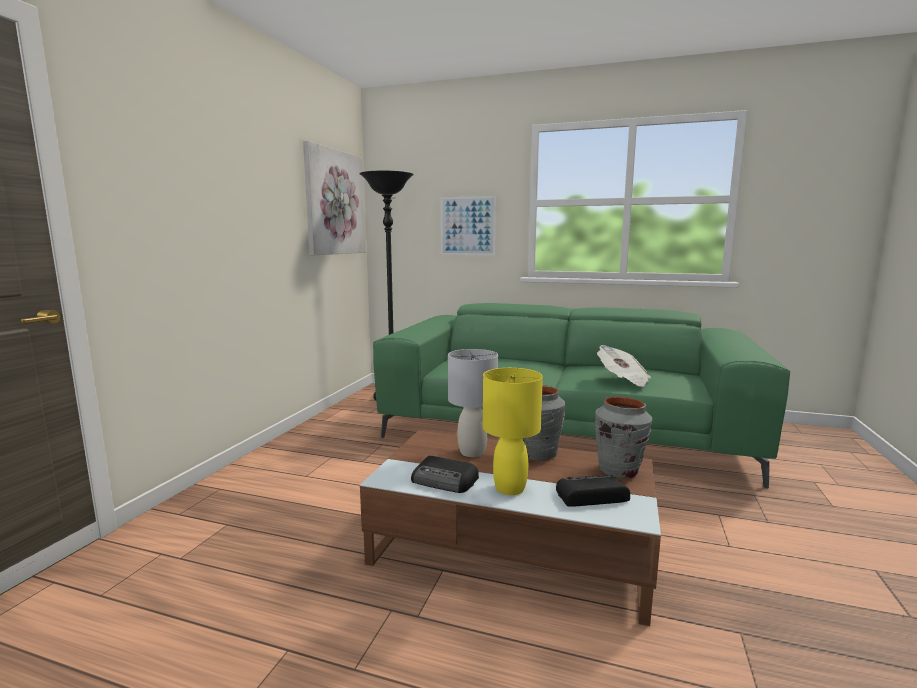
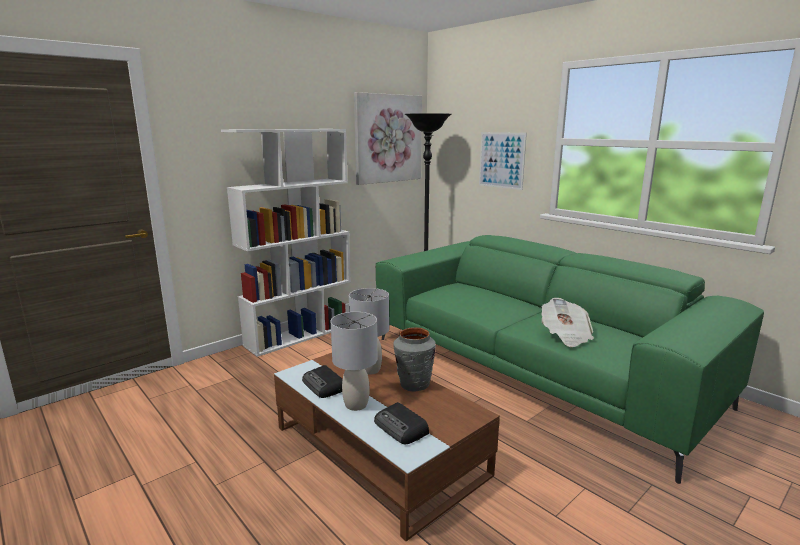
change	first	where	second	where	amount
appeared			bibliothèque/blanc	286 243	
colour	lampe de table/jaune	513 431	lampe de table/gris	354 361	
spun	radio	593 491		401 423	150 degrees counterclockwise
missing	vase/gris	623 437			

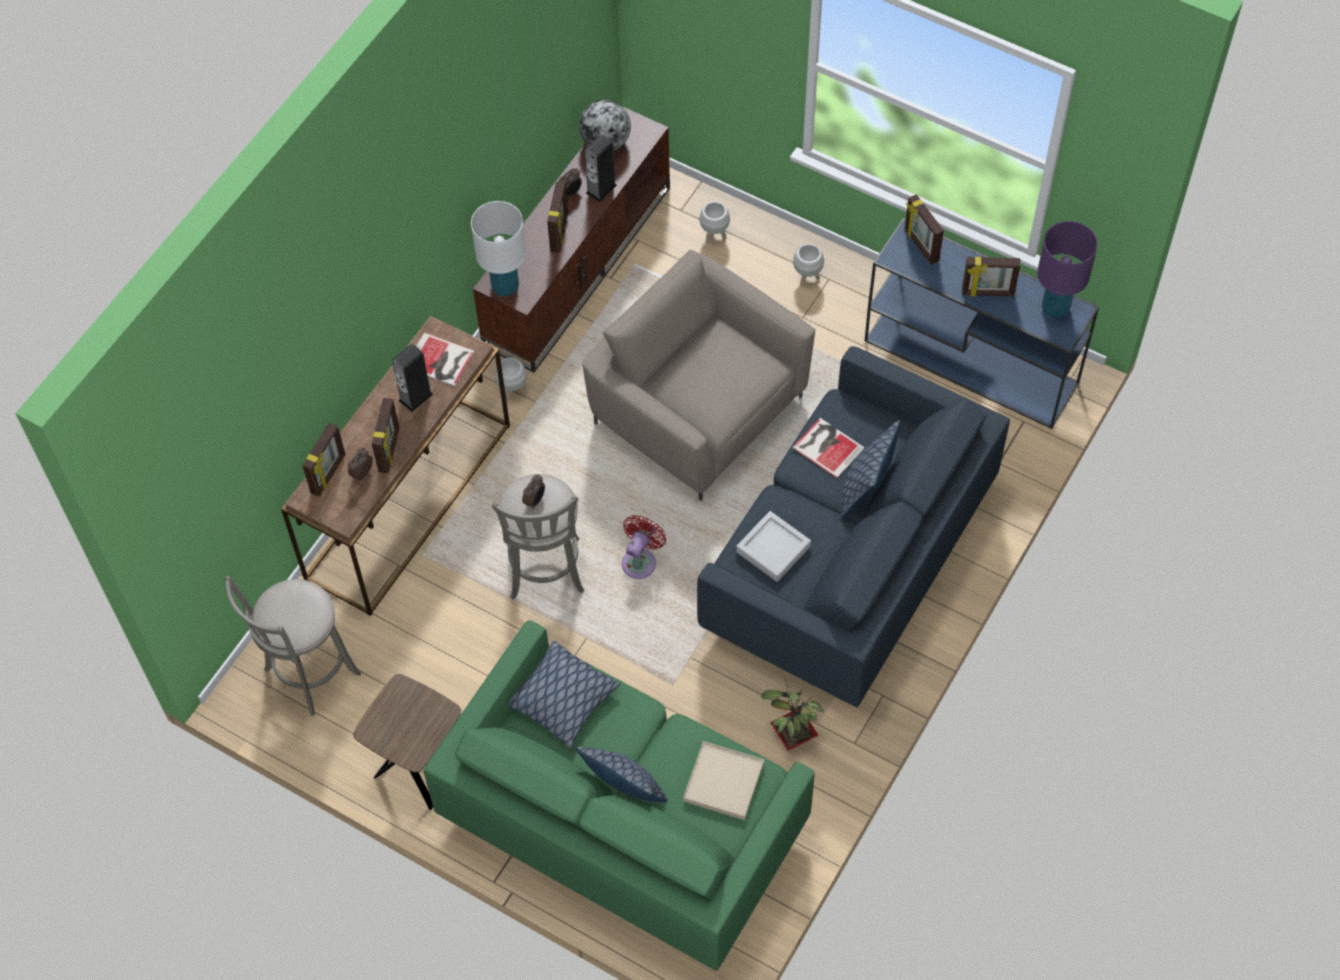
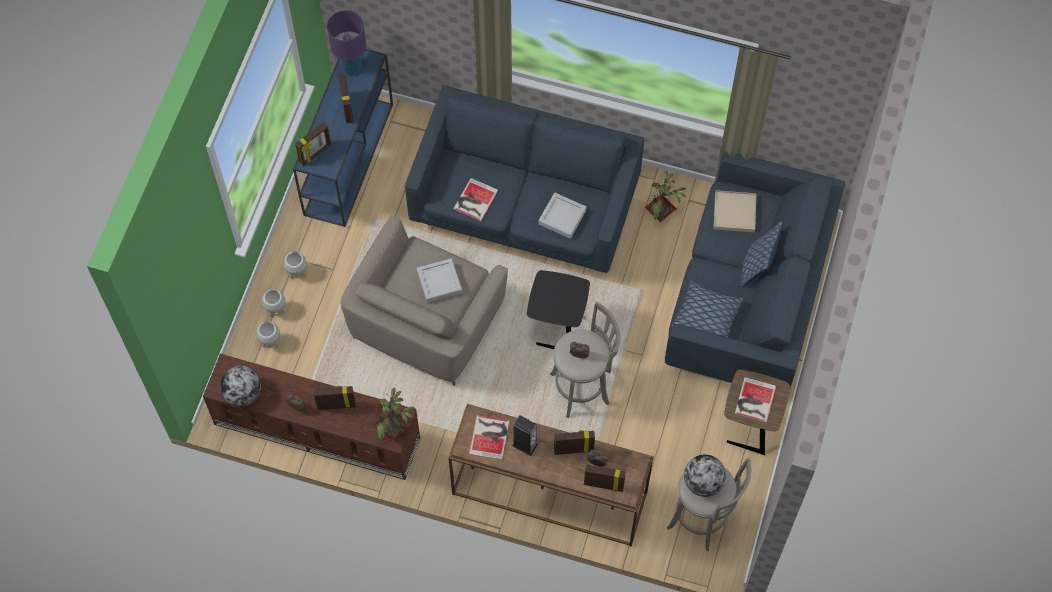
change	first	where	second	where	amount
relocated	cache-pot/blanc	511 379		273 303	
exchanged	lampe de table/blanc	498 248	plante en pot	394 414	
appeared			plateau/gris	439 280	
exchanged	ventilateur/rouge	644 547	table d'appoint/noir	558 309	
colour	canapé/vert	619 795	canapé/bleu	755 269	
appeared			globe	705 476	
appeared			livre	756 400	
missing	enceinte	601 168			
missing	coussin	870 469			

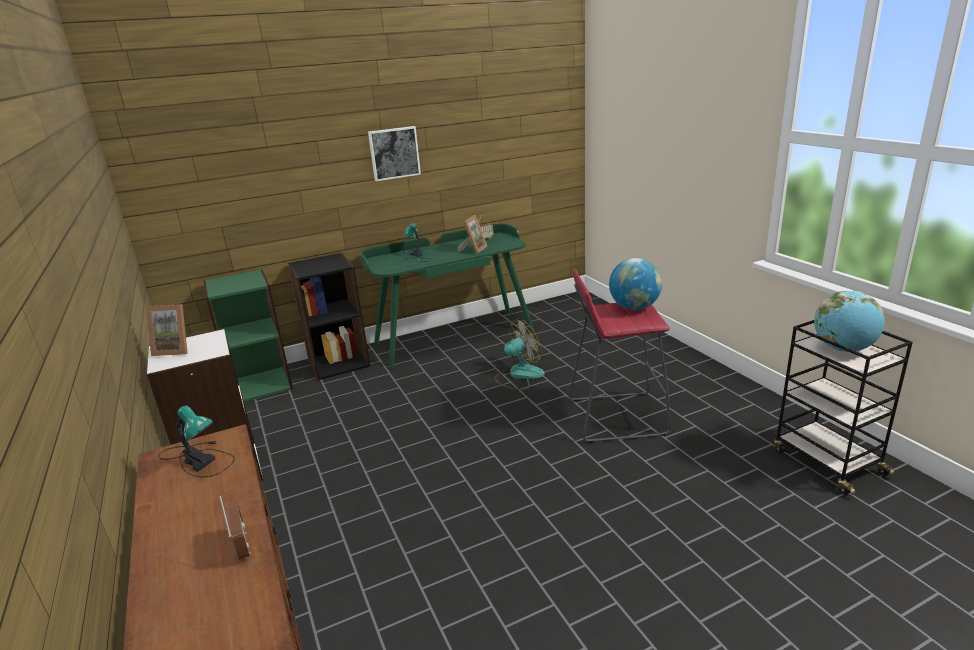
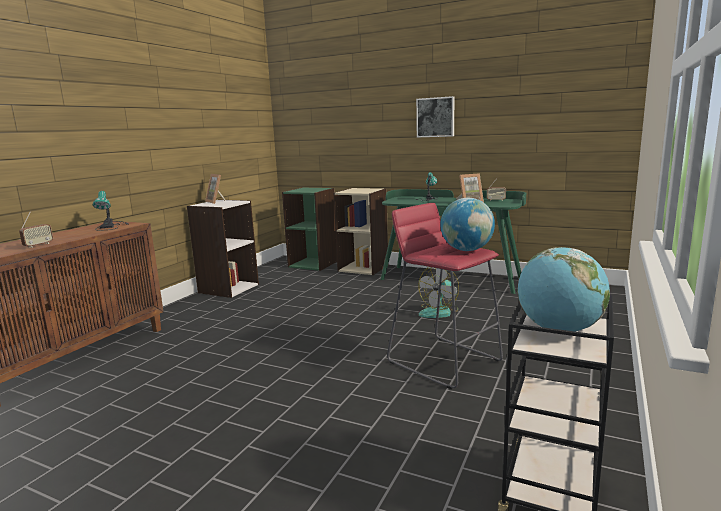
change	first	where	second	where	amount
colour	bibliothèque/noir	329 316	bibliothèque/beige	361 231	
spun	ventilateur	520 354		438 292	105 degrees clockwise

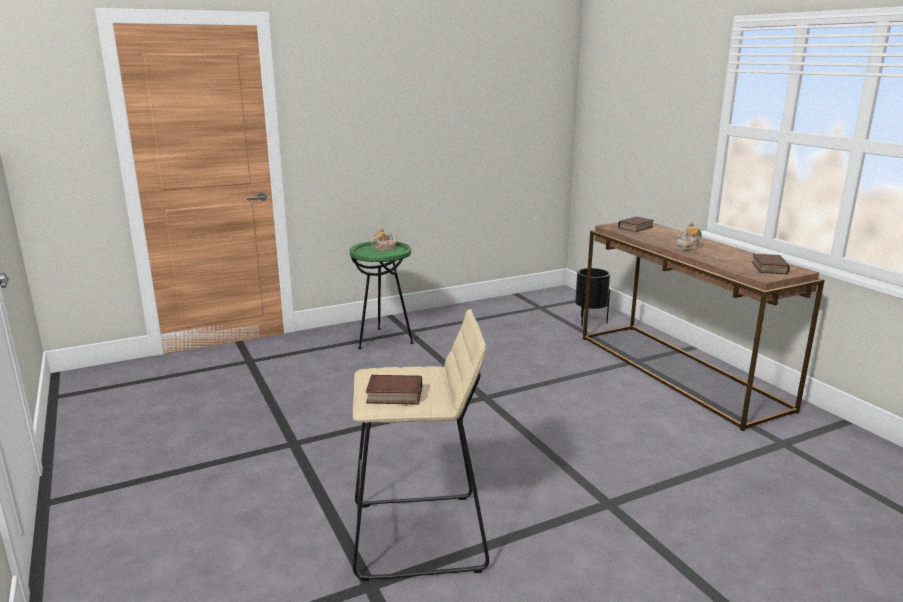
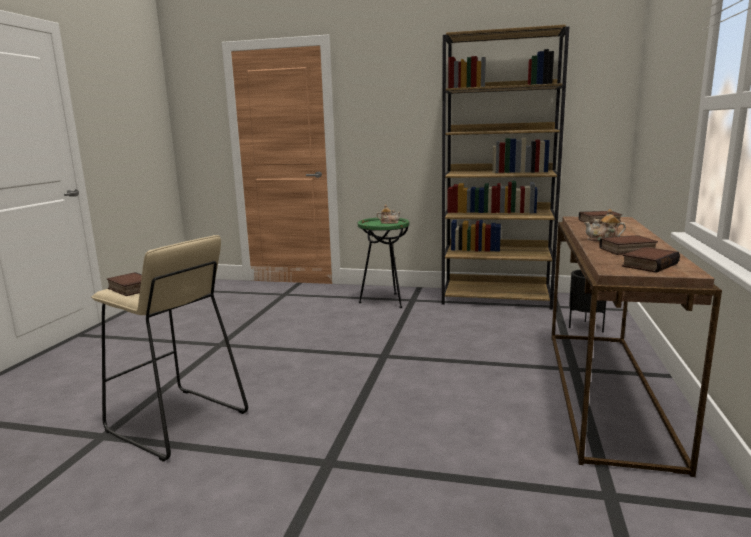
change	first	where	second	where	amount
appeared			bibliothèque/marron	505 167	
appeared			livre	628 245	

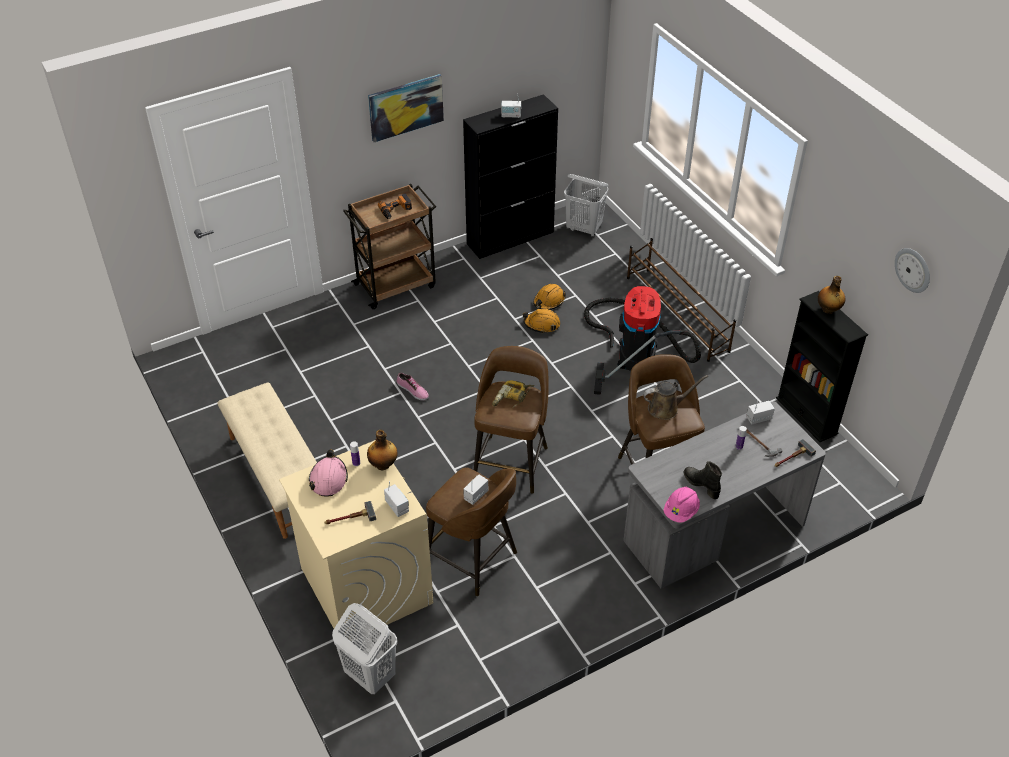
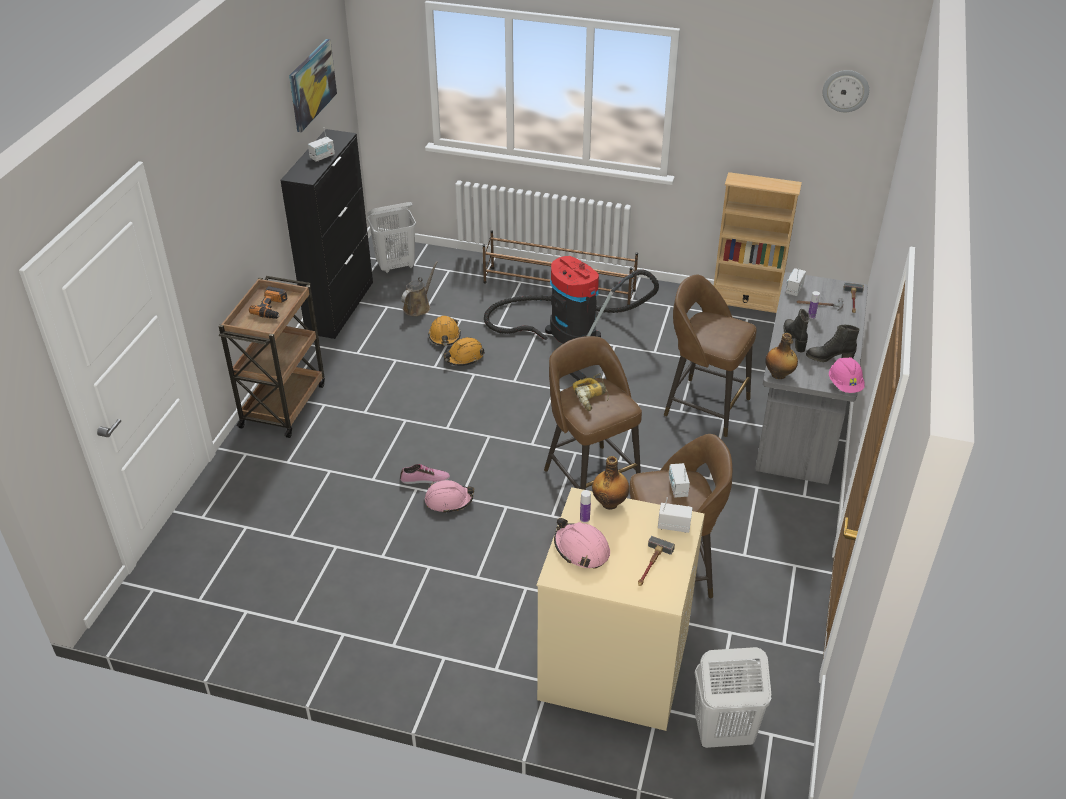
change	first	where	second	where	amount
relocated	tableau	406 108		313 85	
relocated	arrosoir/marron	675 397		419 288	
appeared			casque de chantier/rose	449 497	
colour	bibliothèque/noir	822 366	bibliothèque/beige	758 242	
relocated	bouteille	831 295		781 356	
appeared			botte/noir	796 331	
missing	banc/beige	267 460			

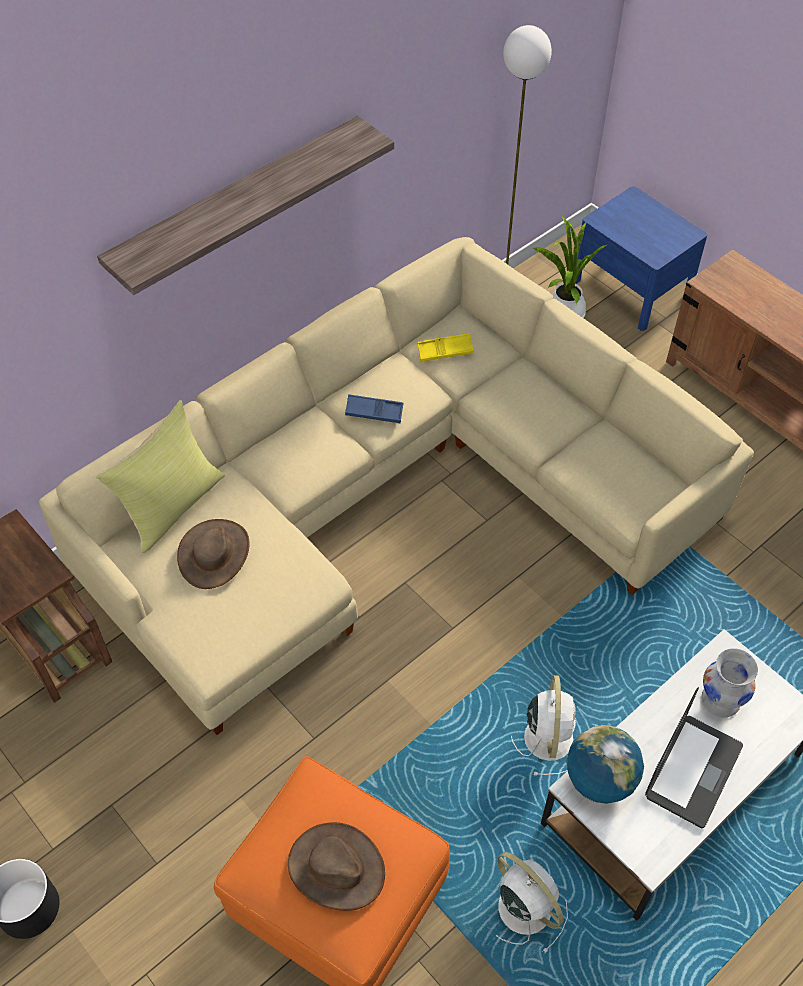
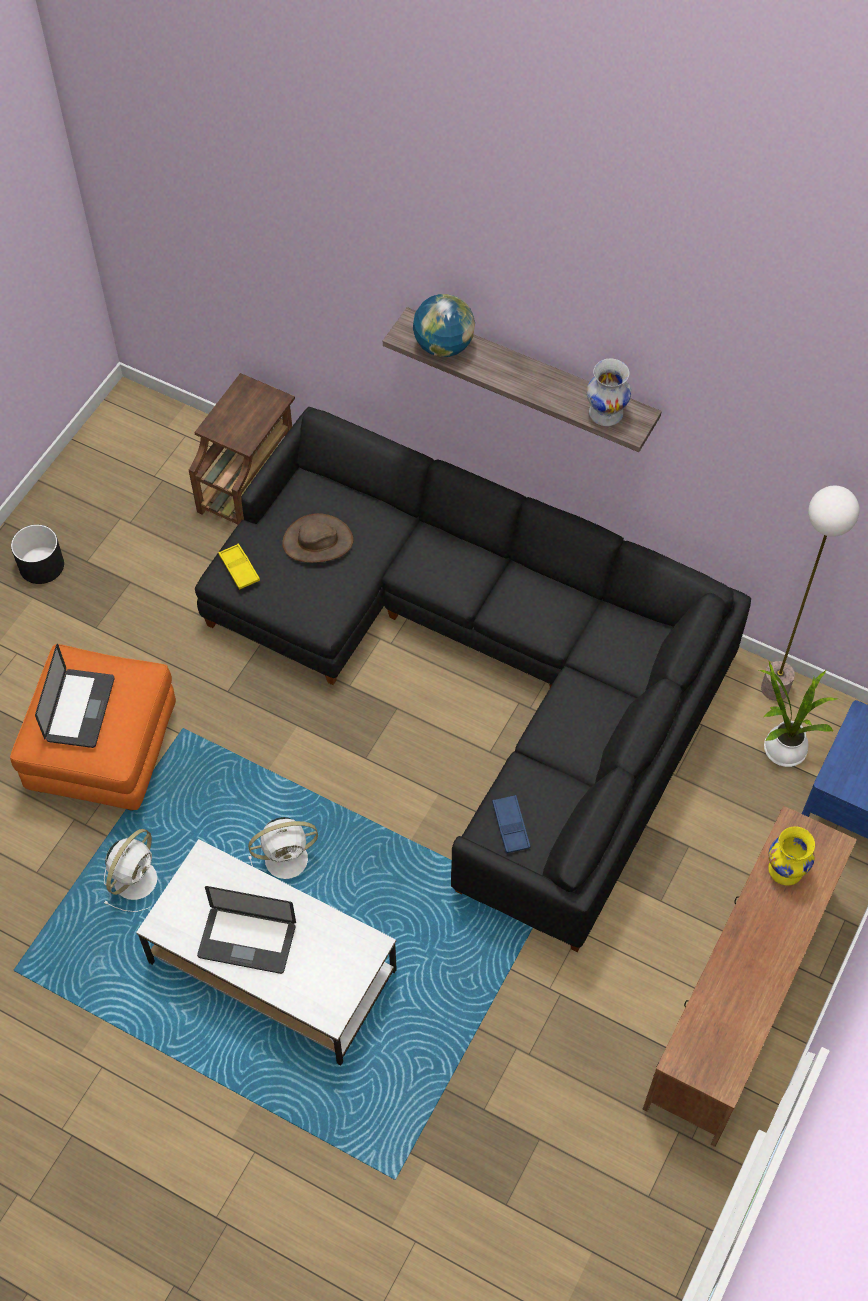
change	first	where	second	where	amount
exchanged	chapeau/marron	336 866	ordinateur portable	74 696	
colour	canapé/beige	396 486	canapé/noir	473 679	
relocated	plateau/jaune	445 347		239 567	
relocated	globe	605 764		444 325	
relocated	plateau/bleu	374 408		511 824	
relocated	vase/blanc	730 682		608 392	
appeared			vase/jaune	791 856	
missing	coussin/jaune	160 476			

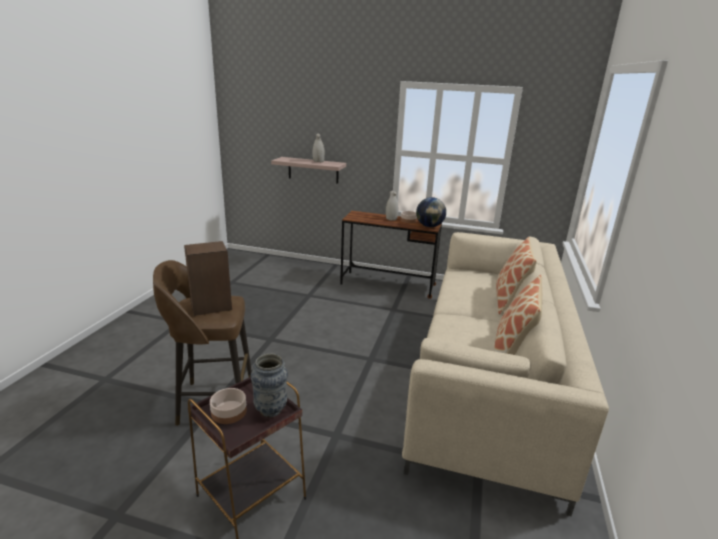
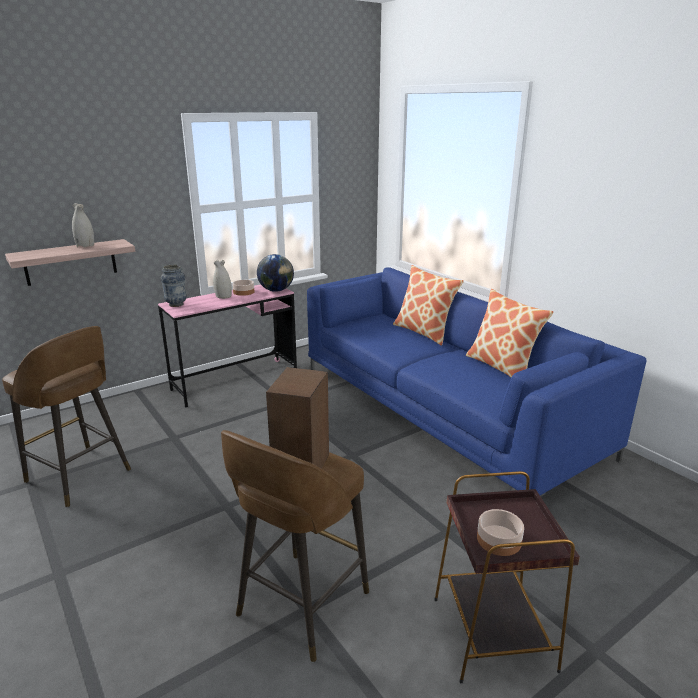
change	first	where	second	where	amount
appeared			tabouret/marron	66 416	
colour	bureau/marron	391 255	bureau/rose	227 345	
relocated	vase	269 385		174 286	
colour	canapé/beige	505 374	canapé/bleu	476 382	

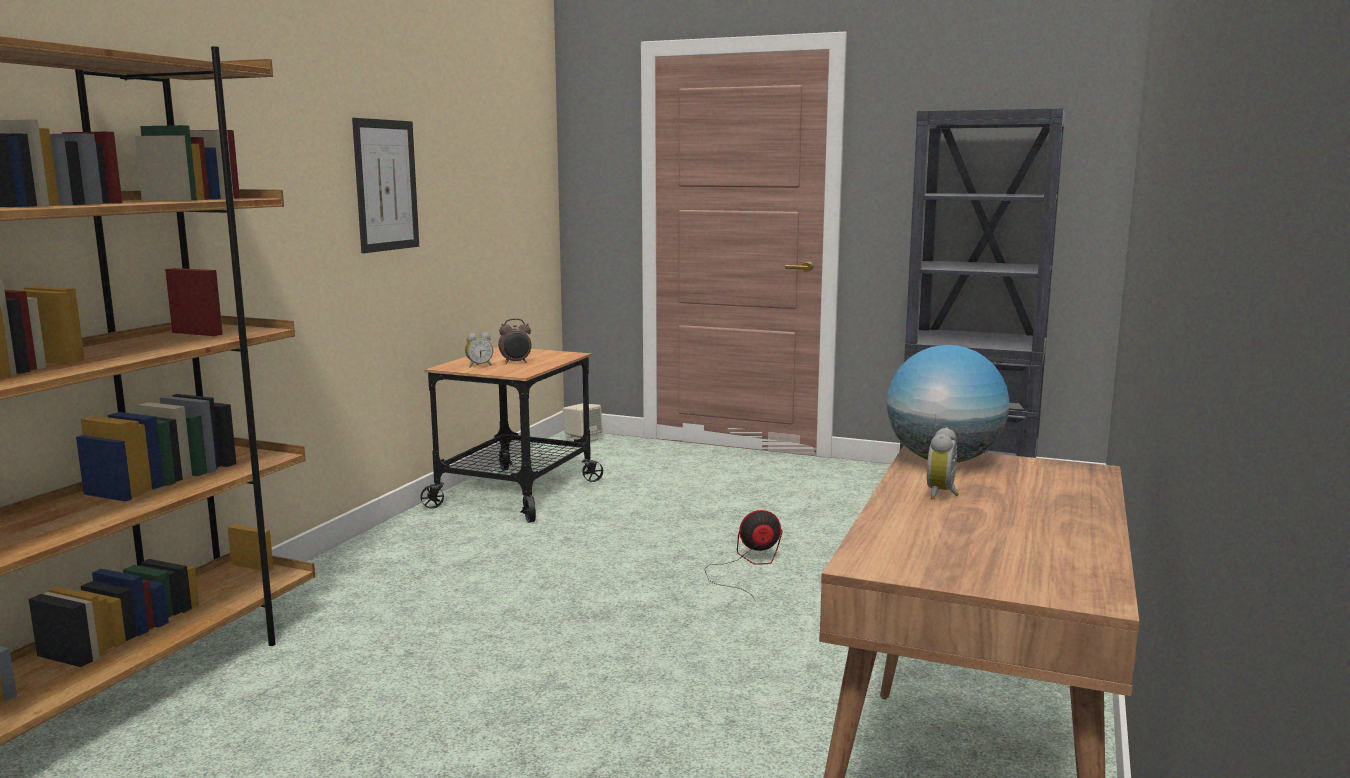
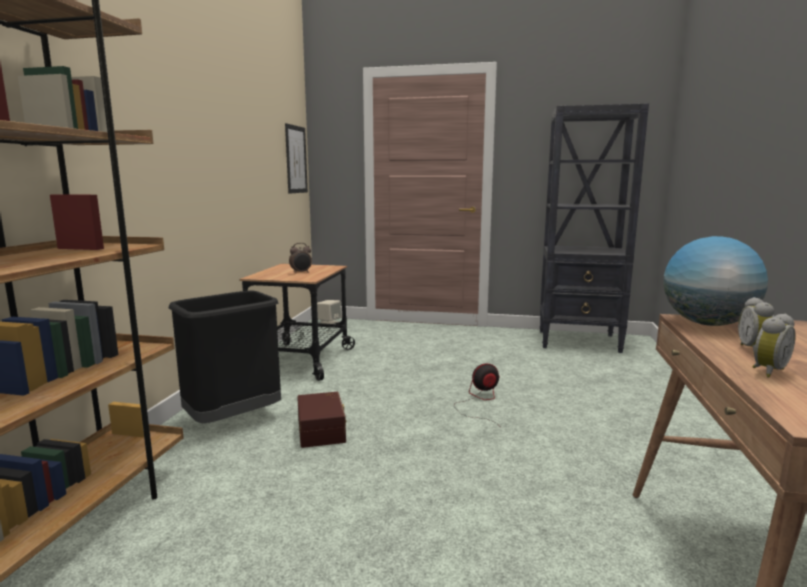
change	first	where	second	where	amount
appeared			poubelle/noir	225 357	
relocated	tableau	385 185		296 158	
appeared			boîte de rangement/marron	321 420	
relocated	réveil	479 350		774 346	

